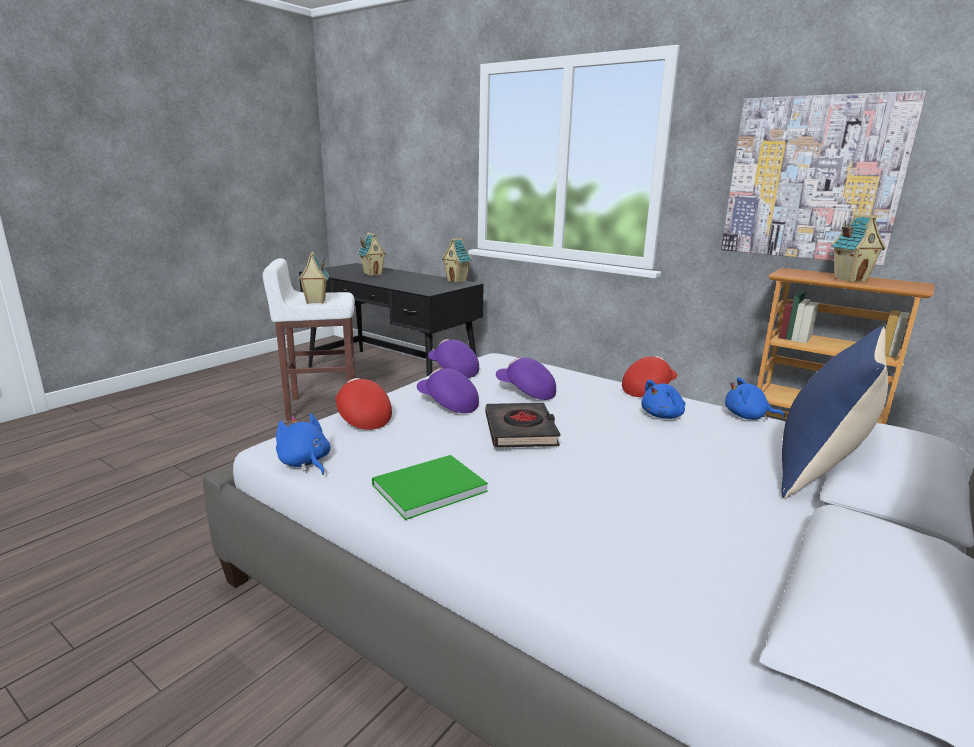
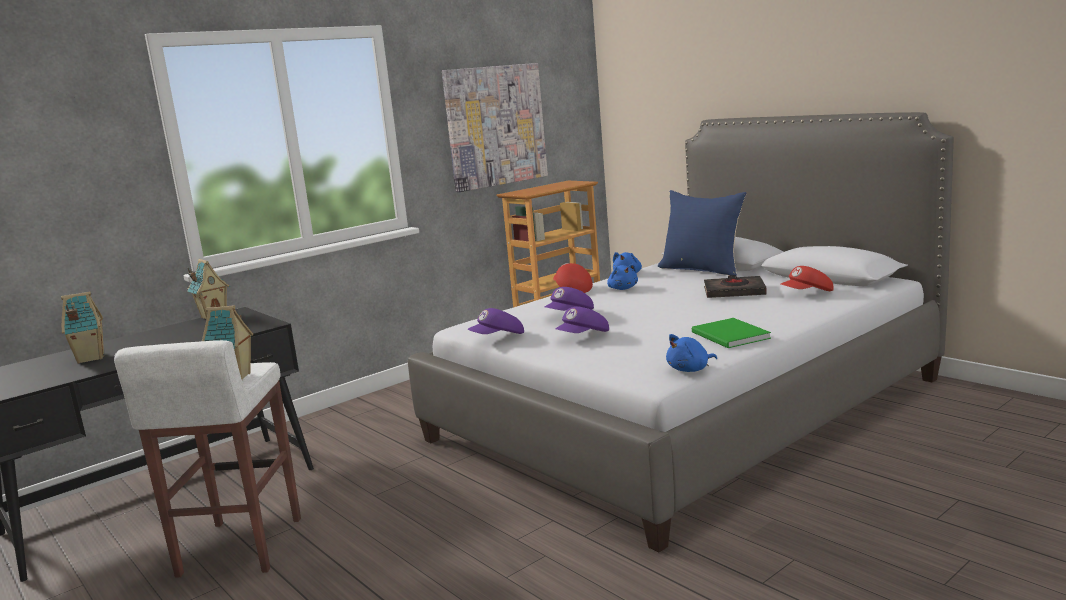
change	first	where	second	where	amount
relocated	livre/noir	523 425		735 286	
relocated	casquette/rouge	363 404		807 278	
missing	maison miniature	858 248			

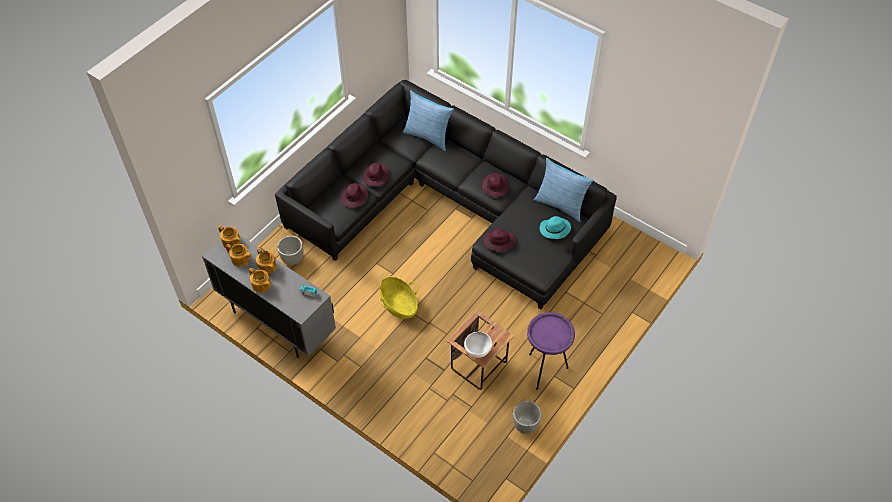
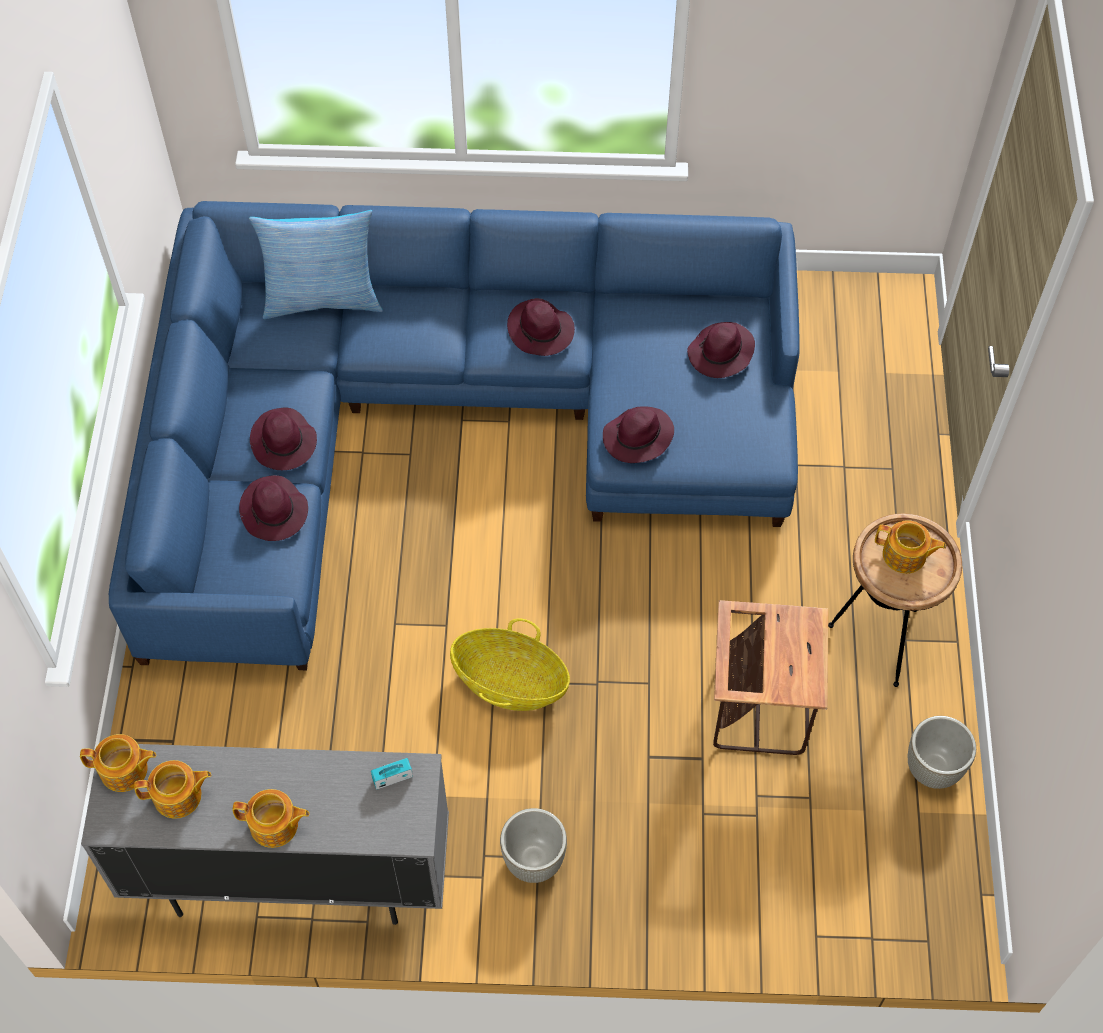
change	first	where	second	where	amount
colour	canapé/noir	446 195	canapé/bleu	454 435	
relocated	cache-pot/gris	290 250		533 845	
colour	chapeau/turquoise	555 227	chapeau/violet	721 350	
colour	table d'appoint/violet	551 351	table d'appoint/marron	895 600	
relocated	théière	266 261		910 547	
missing	bol/blanc	478 345			
missing	coussin	564 190			

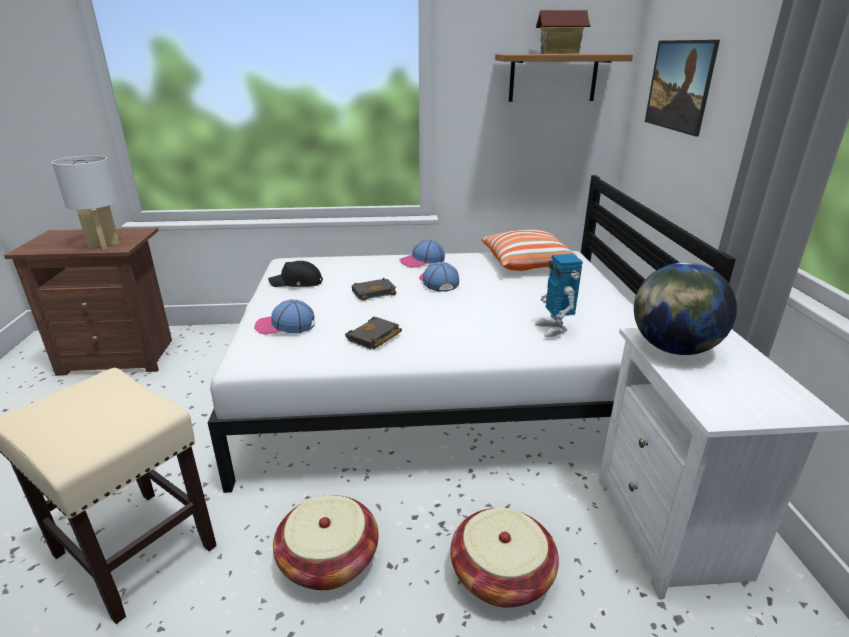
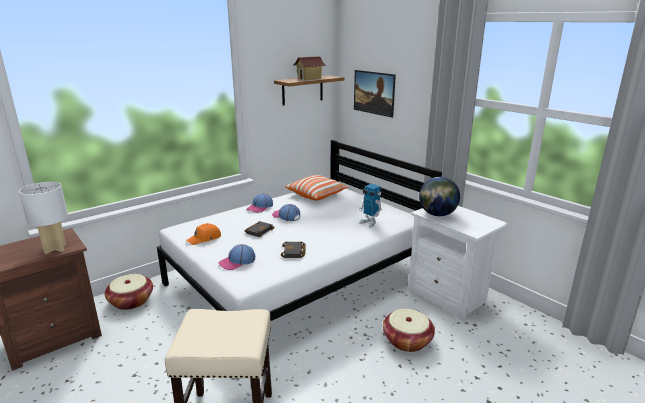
change	first	where	second	where	amount
relocated	panier	326 542		129 292	
colour	casquette/noir	295 274	casquette/orange	203 234	

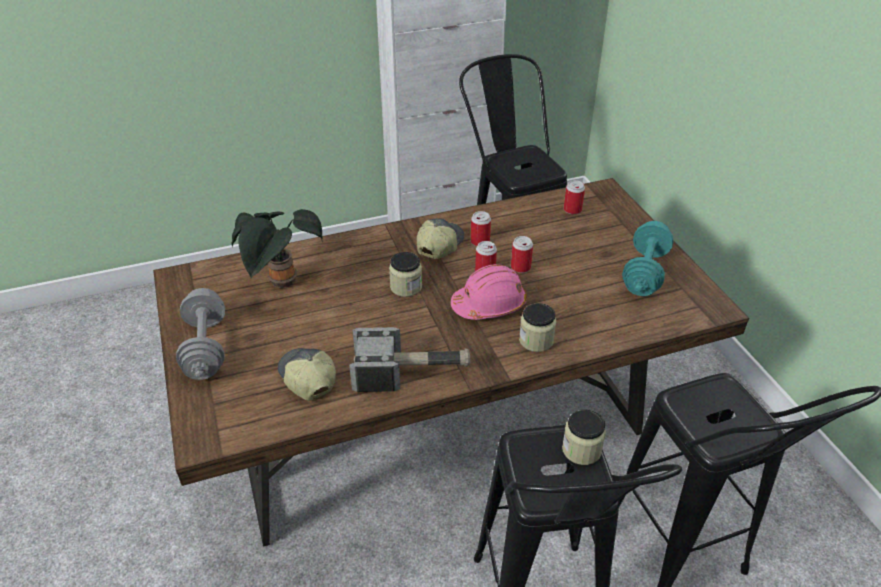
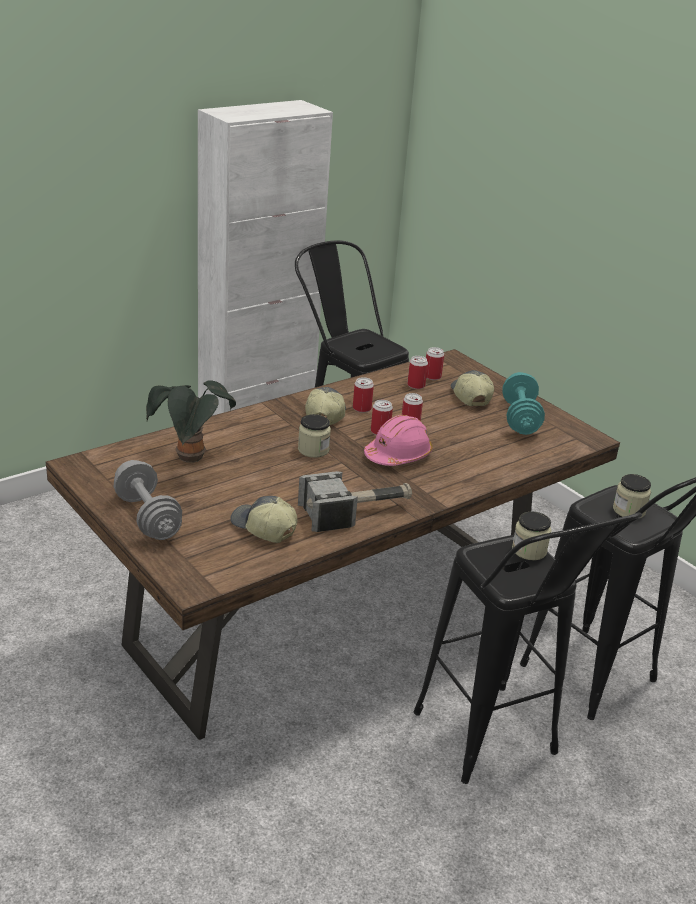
change	first	where	second	where	amount
appeared			boîte métallique	417 372	
appeared			casquette	472 388	
relocated	bocal	537 327		632 496	

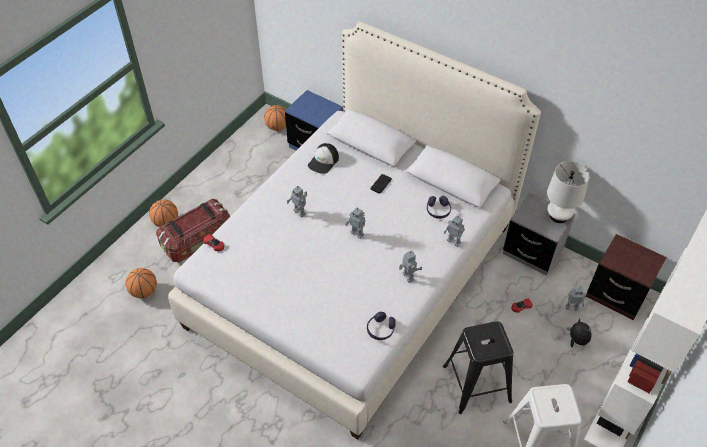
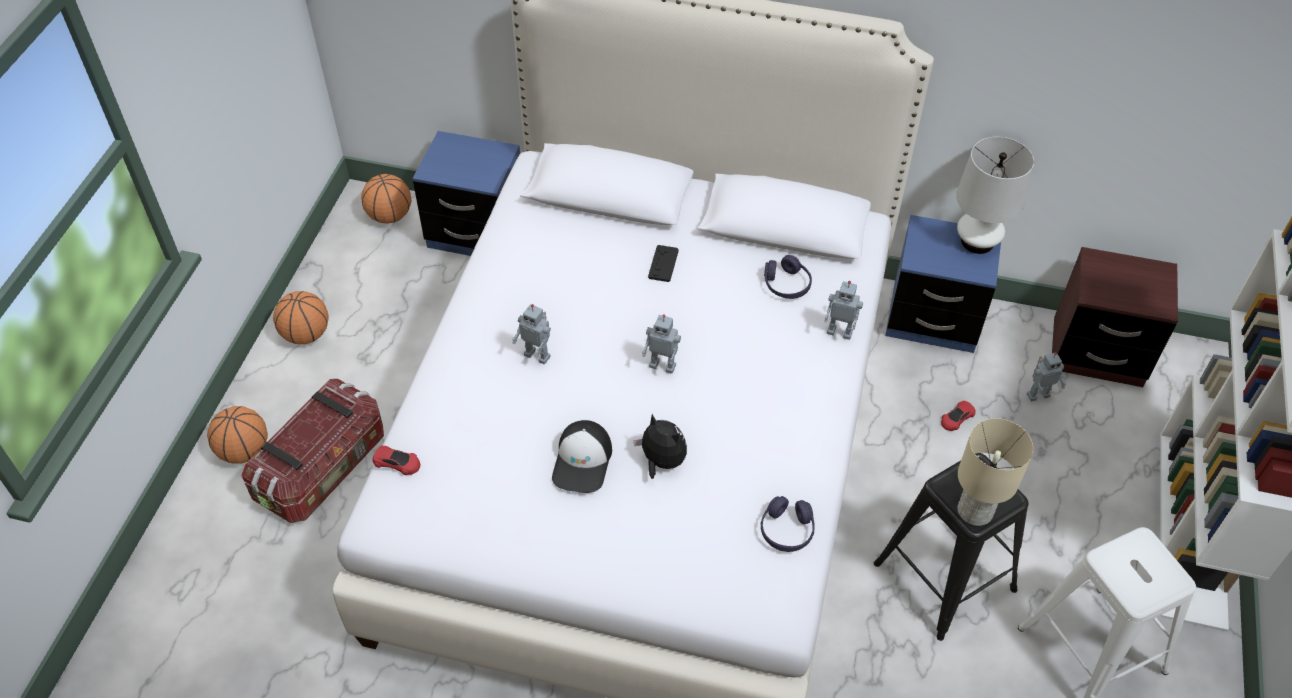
change	first	where	second	where	amount
relocated	ballon de basket	141 283		301 317	
relocated	casquette	323 158		582 456	
relocated	peluche	579 333		660 446	
colour	table de chevet/gris	539 234	table de chevet/bleu	943 284	
appeared			lampe de table/beige	995 472	
missing	robot jouet	410 267			

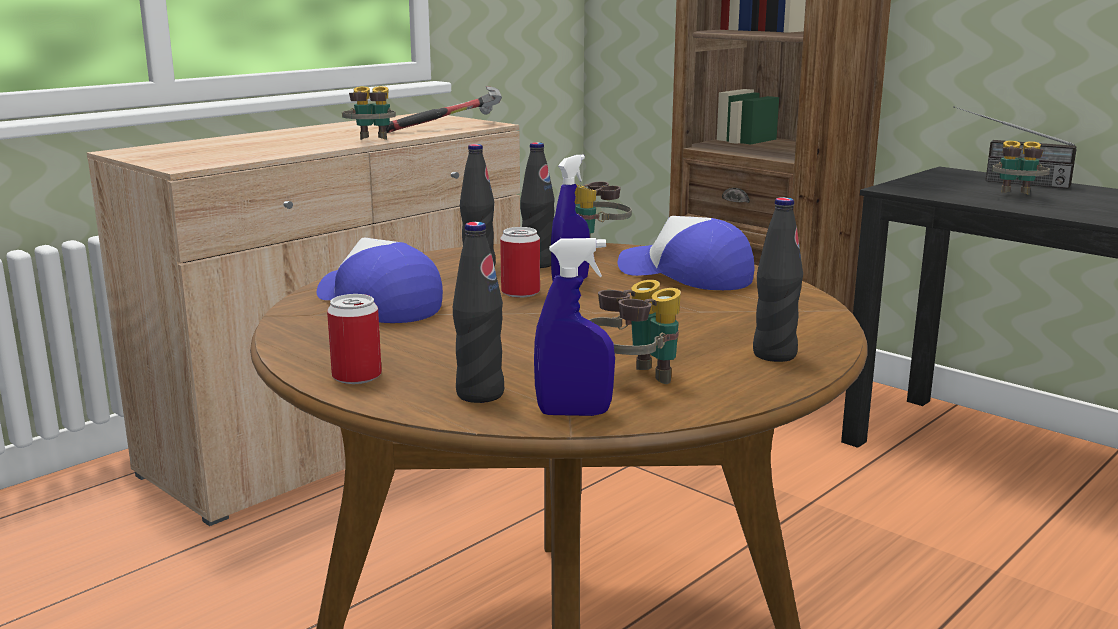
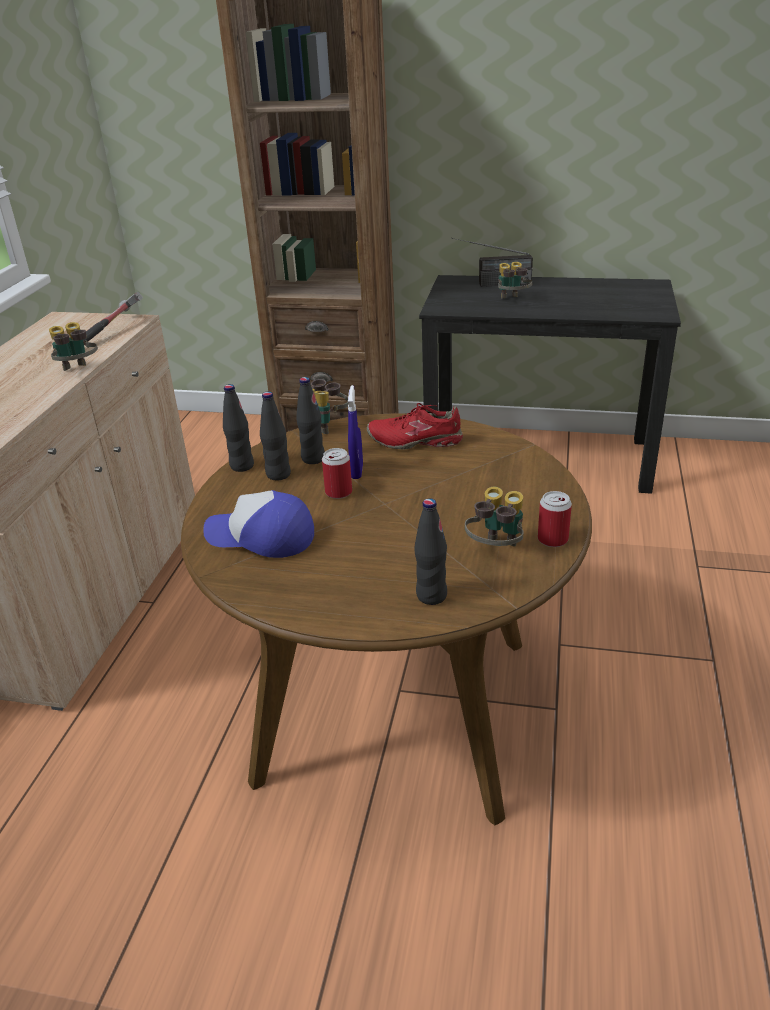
change	first	where	second	where	amount
relocated	bouteille/noir	778 279		238 428	
exchanged	casquette	686 253	chaussure/rouge	415 426	
relocated	boîte métallique	354 339		555 519	
missing	vaporisateur/bleu	574 327			

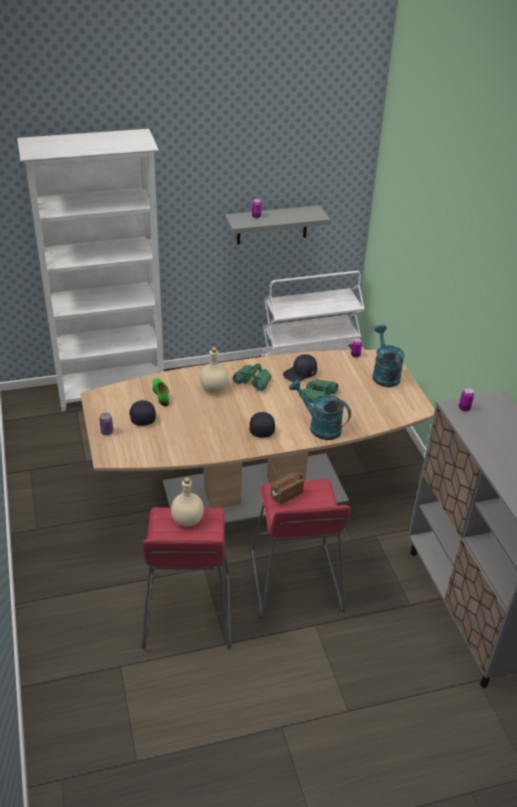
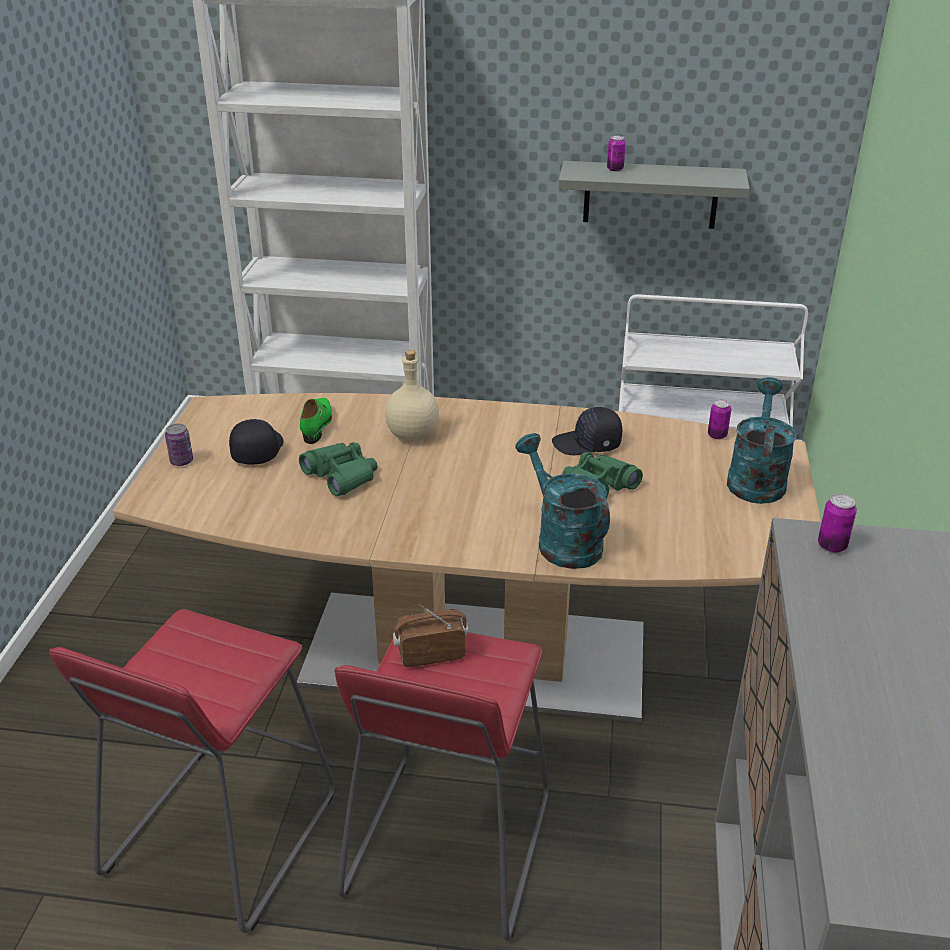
change	first	where	second	where	amount
relocated	jumelles/vert	252 377		338 469	
missing	bouteille/beige	187 501			
missing	casquette/noir	262 425			

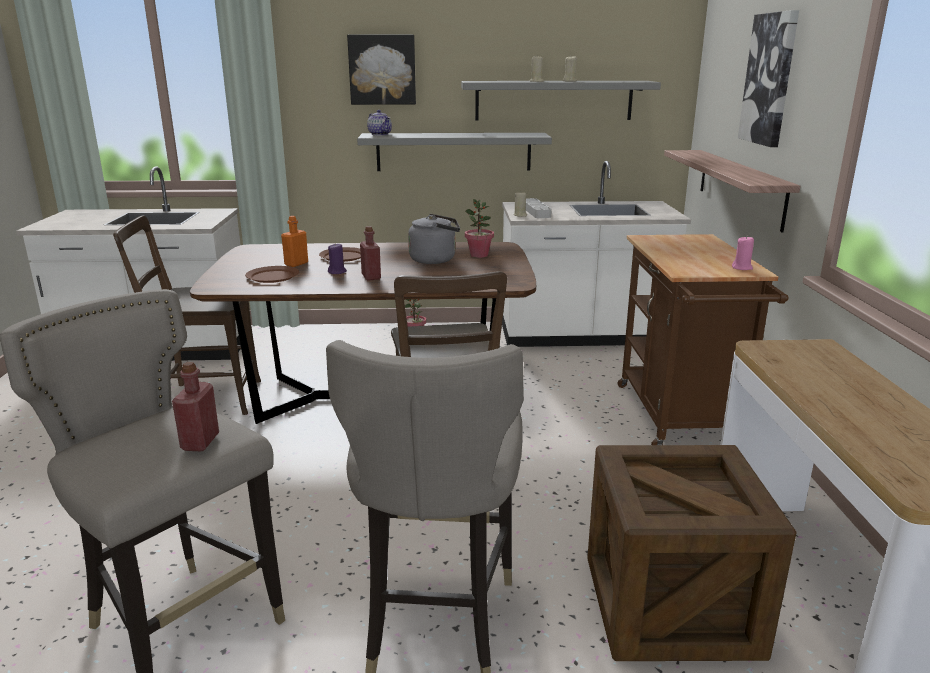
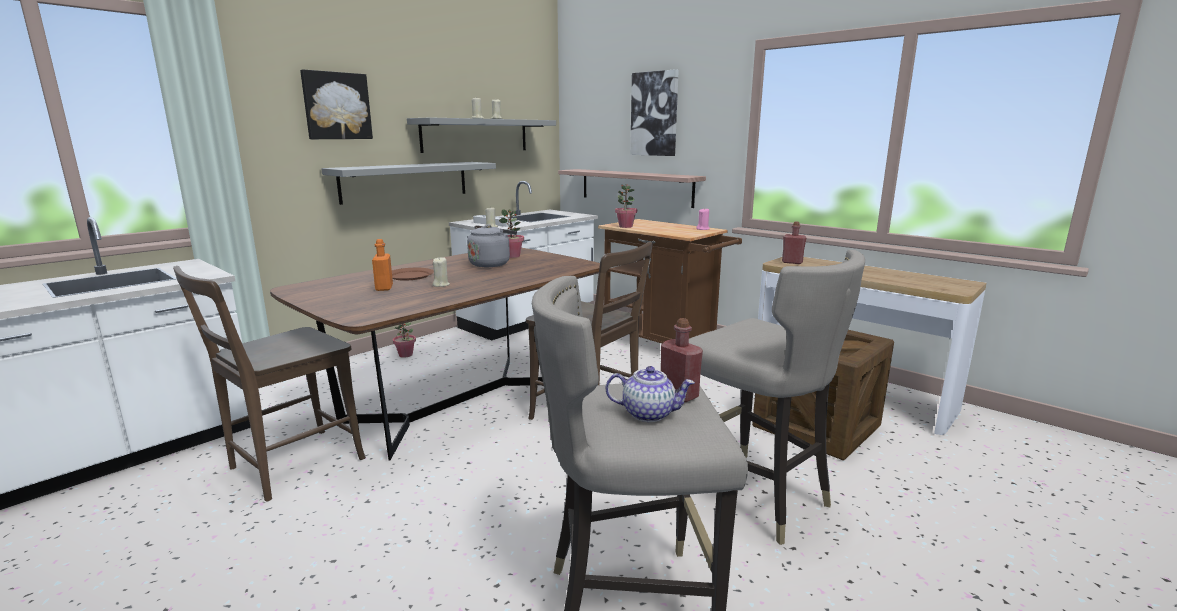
change	first	where	second	where	amount
colour	bougie/violet	337 258	bougie/beige	441 272	
relocated	théière	379 122		650 394	
appeared			plante en pot	626 206	
relocated	bouteille/rouge	370 253		794 243	
missing	assiette/marron	272 274			

